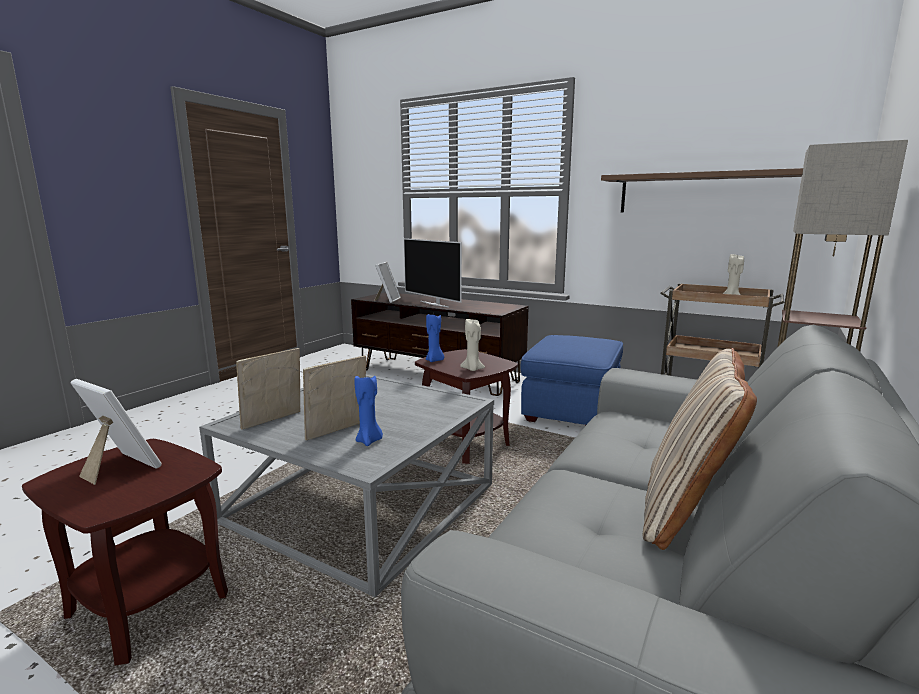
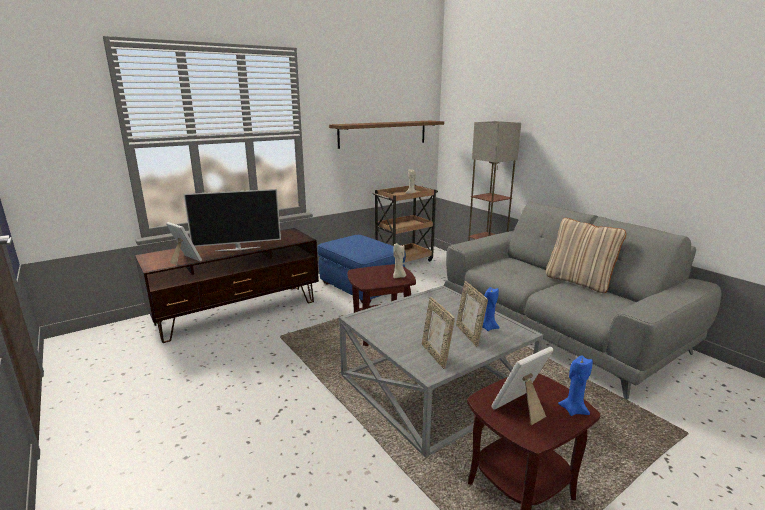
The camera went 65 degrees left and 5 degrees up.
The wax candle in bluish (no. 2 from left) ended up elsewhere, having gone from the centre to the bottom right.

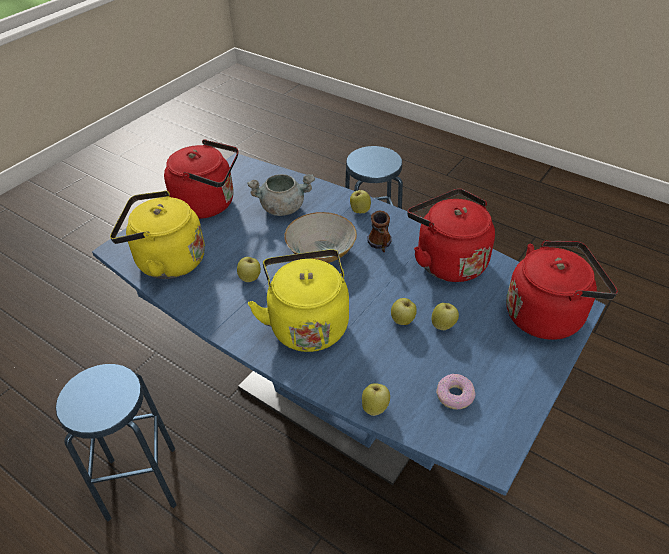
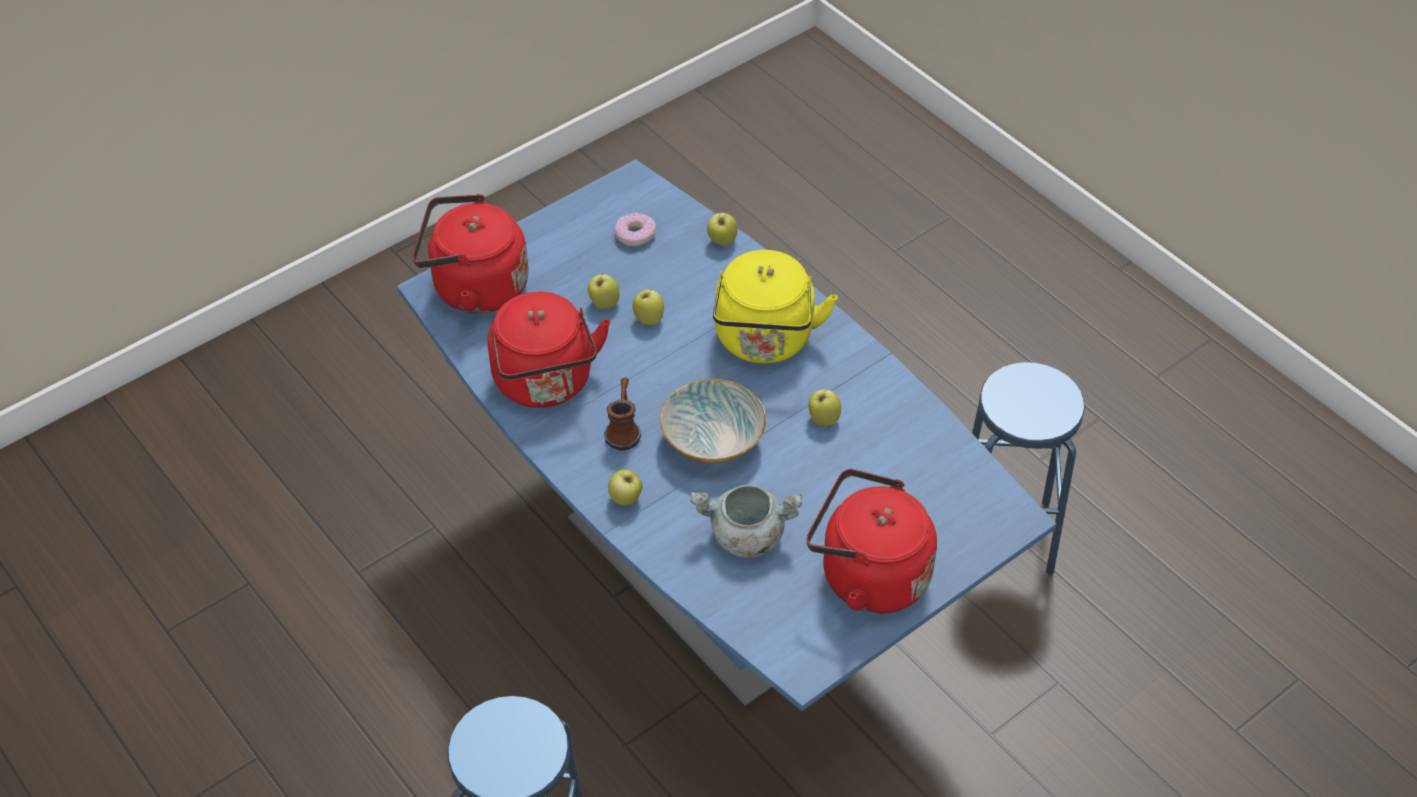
The camera went 165 degrees left and 5 degrees up.
The second view lost the water kettle in yellow (no. 1 from left) at the middle left.

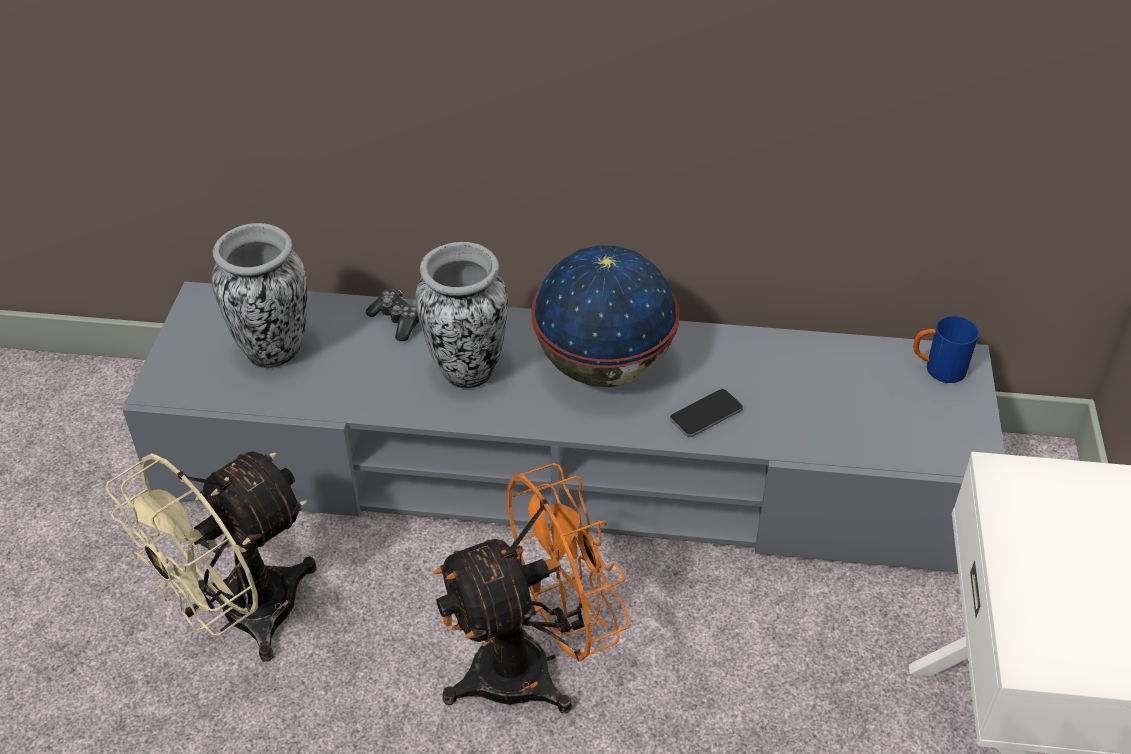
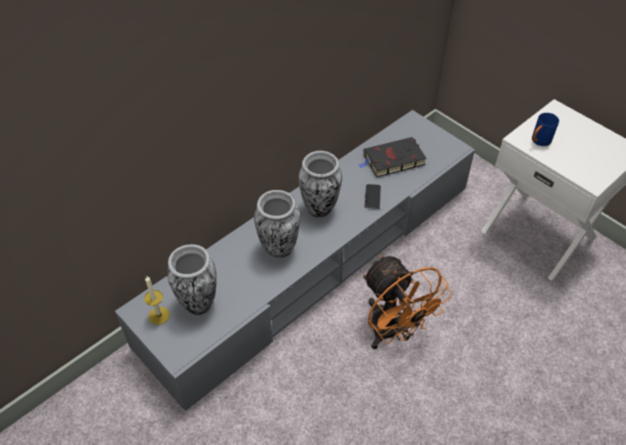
The camera went 50 degrees left and 5 degrees up.
The second view lost the electric fan in beige at the bottom left.
The second view lost the joypad at the centre.
The second view gained the wax candle at the bottom left.
The second view gained the book in blackish at the centre.
The coffee mug in bluish ended up elsewhere, having gone from the middle right to the top right.
Where the world globe stood at the centre, the decorative vase (no. 3 from left) came to stand at the centre.
The electric fan in orangey at the bottom centre ended up facing another way, 135 degrees clockwise from before.

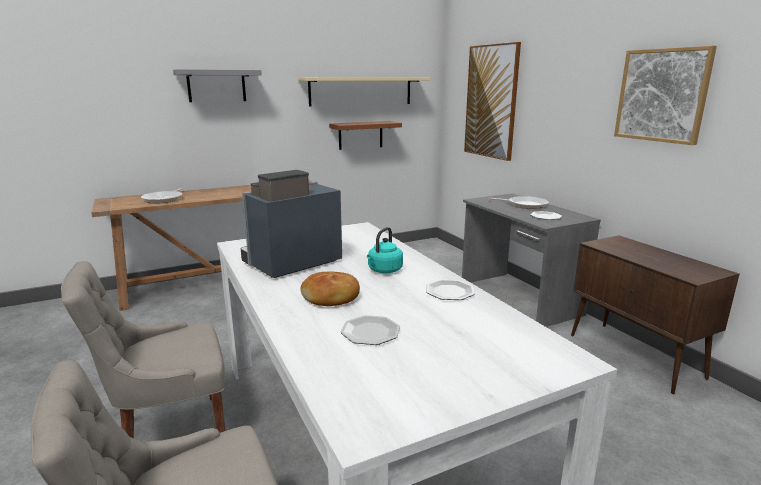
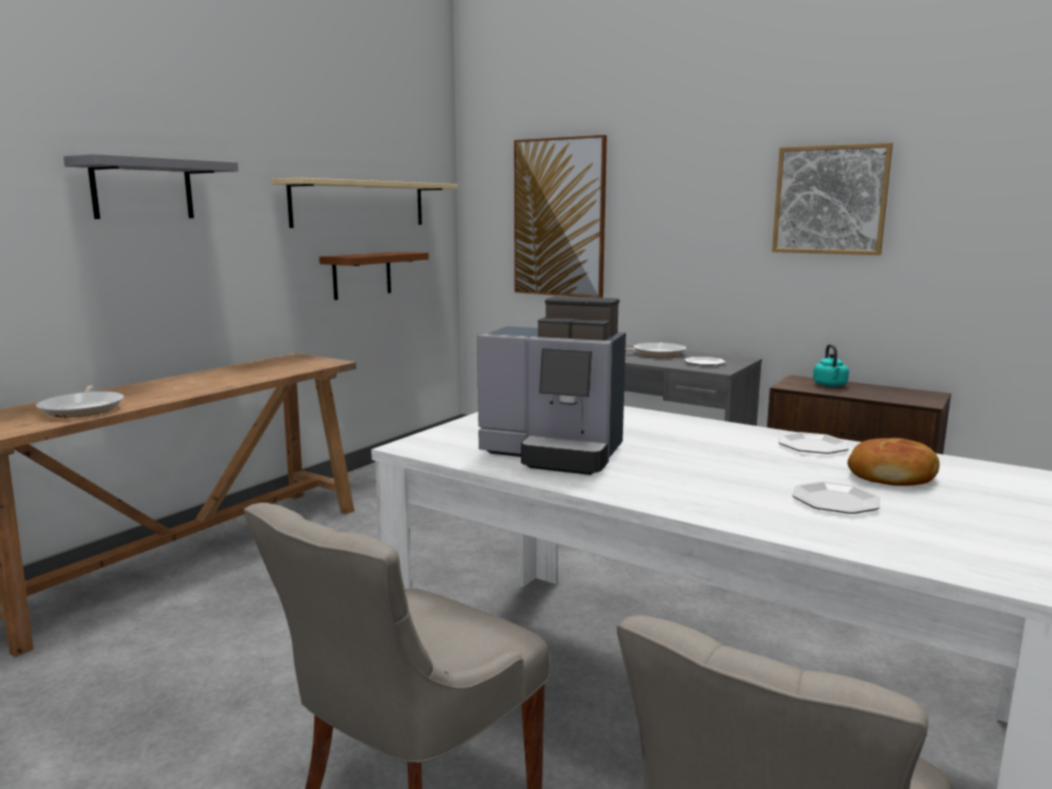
The camera went 30 degrees left and 5 degrees down.
The baked bread ended up elsewhere, having gone from the centre to the middle right.
The water kettle in turquoise-coloured ended up elsewhere, having gone from the centre to the middle right.
The coffee maker at the centre ended up facing another way, 90 degrees counterclockwise from before.

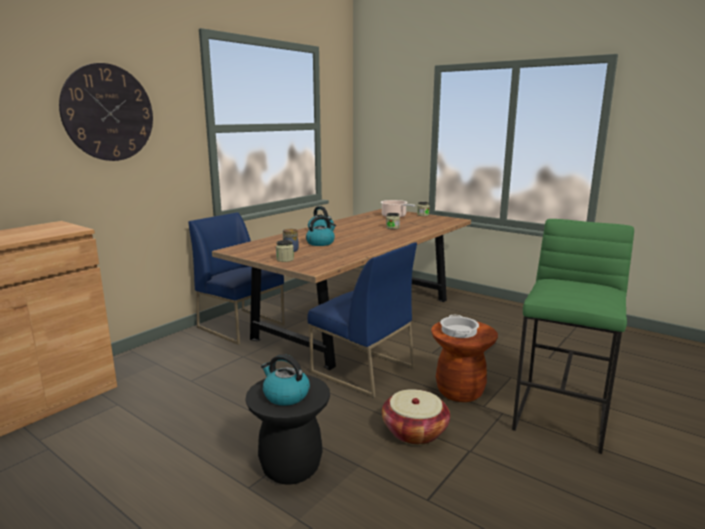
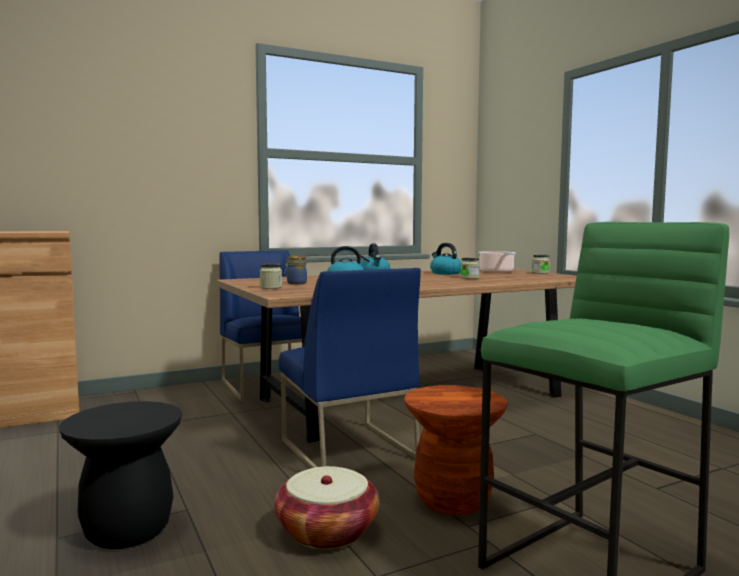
The camera went 25 degrees right and 10 degrees down.
The second view lost the clock on the wall at the top left.
The second view lost the saucepot (no. 2 from left) at the centre.
The water kettle (no. 1 from left in the first image) ended up elsewhere, having gone from the bottom centre to the centre.

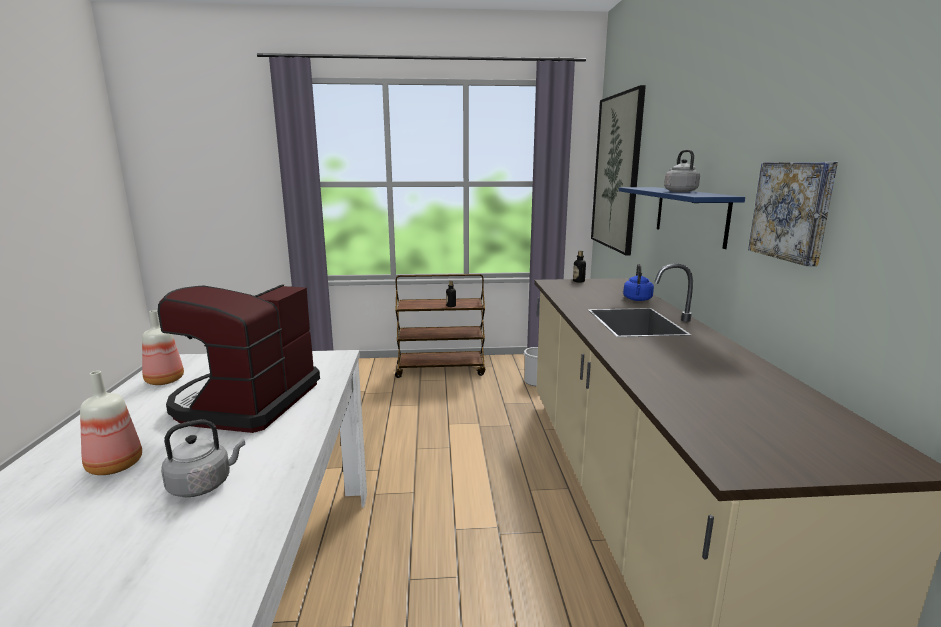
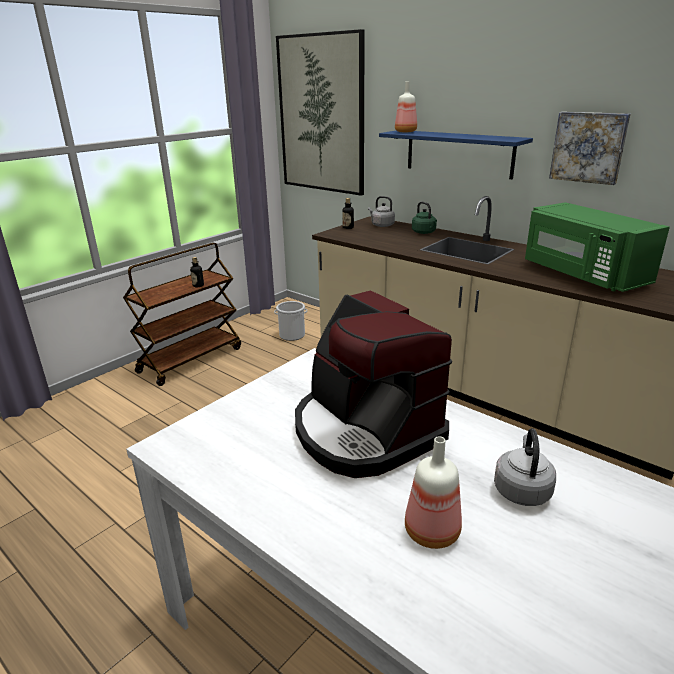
The camera went 45 degrees left and 10 degrees up.
The second view gained the kitchen microwave in greenish at the middle right.
The beverage bottle (no. 2 from left in the first image) ended up elsewhere, having gone from the middle left to the top centre.
The water kettle in gray (no. 2 from left in the first image) ended up elsewhere, having gone from the top right to the top centre.
What was the water kettle in bluish at the middle right turned into the water kettle in greenish at the top centre.

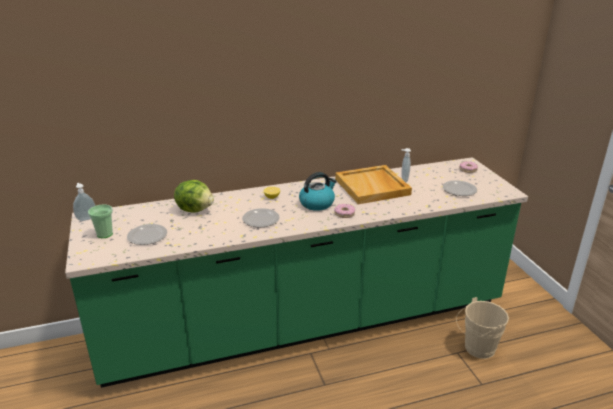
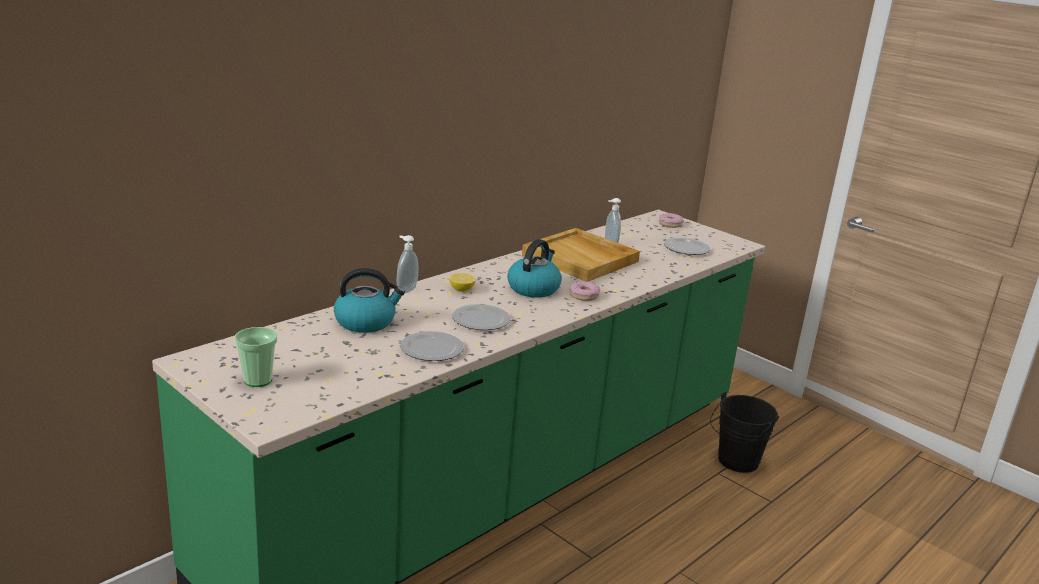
The camera went 30 degrees left and 5 degrees down.
The soap dispenser (no. 1 from left) ended up elsewhere, having gone from the middle left to the centre.
The plate (no. 1 from left) ended up elsewhere, having gone from the middle left to the centre.
Where the lettuce head stood at the middle left, the water kettle (no. 1 from left) came to stand at the centre.
What was the bucket in beige at the bottom right turned into the bucket in blackish at the bottom right.

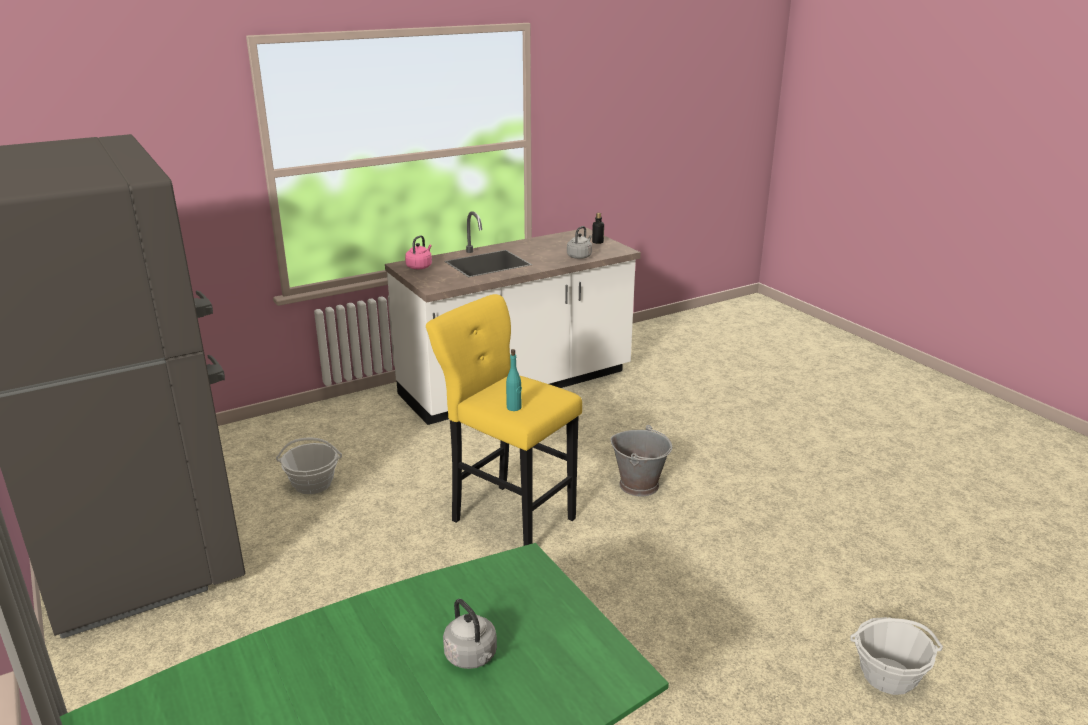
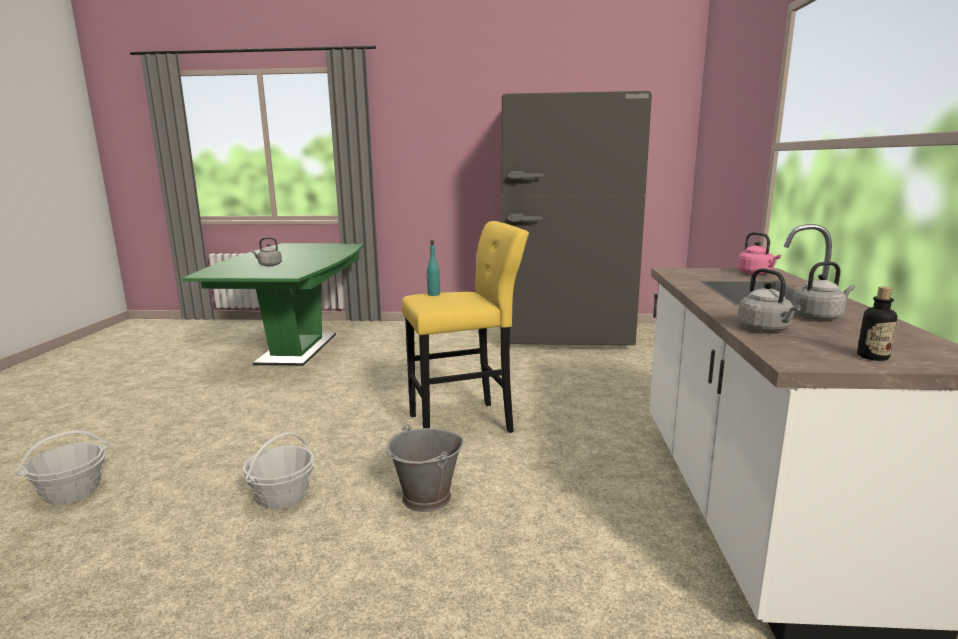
The camera went 125 degrees right and 10 degrees down.
The second view gained the water kettle in gray (no. 3 from left) at the middle right.
The household basket (no. 1 from left in the first image) ended up elsewhere, having gone from the middle left to the bottom left.

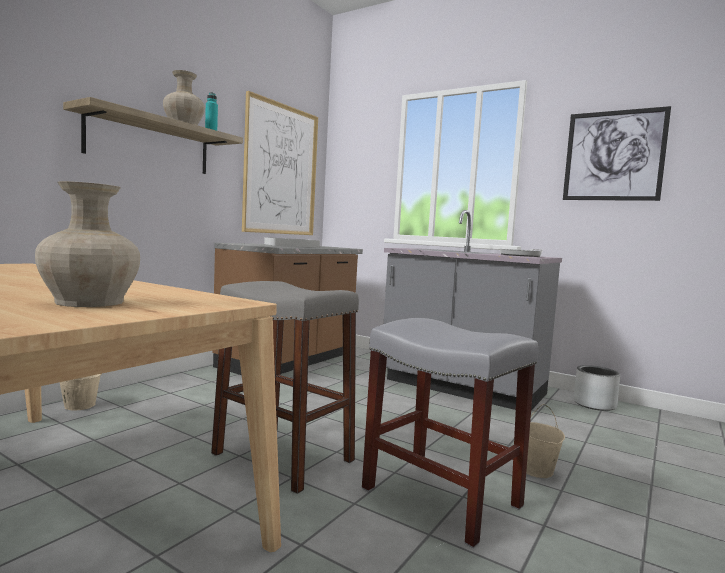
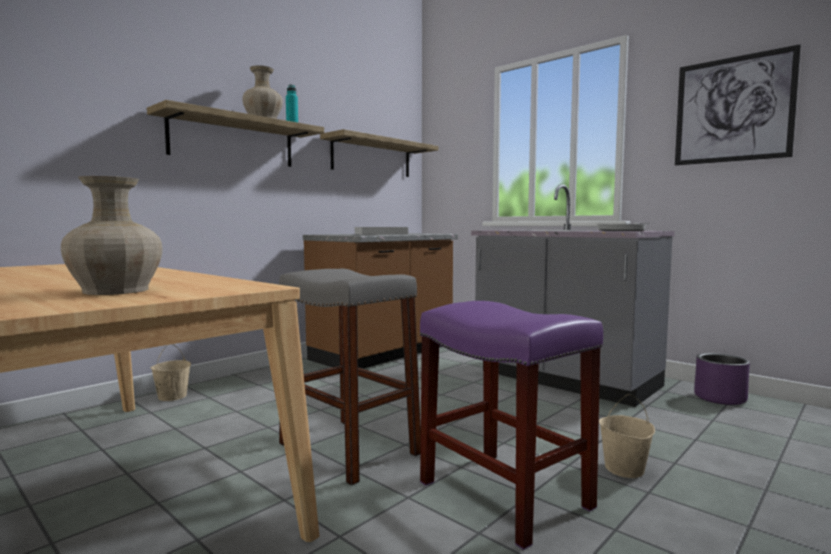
The camera went 10 degrees right and 0 degrees up.
Where the picture (no. 1 from left) hung at the top centre, the wall shelf (no. 2 from left) came to hang at the top centre.
What was the sitting stool in gray (no. 2 from left) at the bottom centre turned into the sitting stool in purple at the bottom centre.
What was the planter in gray at the bottom right turned into the planter in purple at the bottom right.

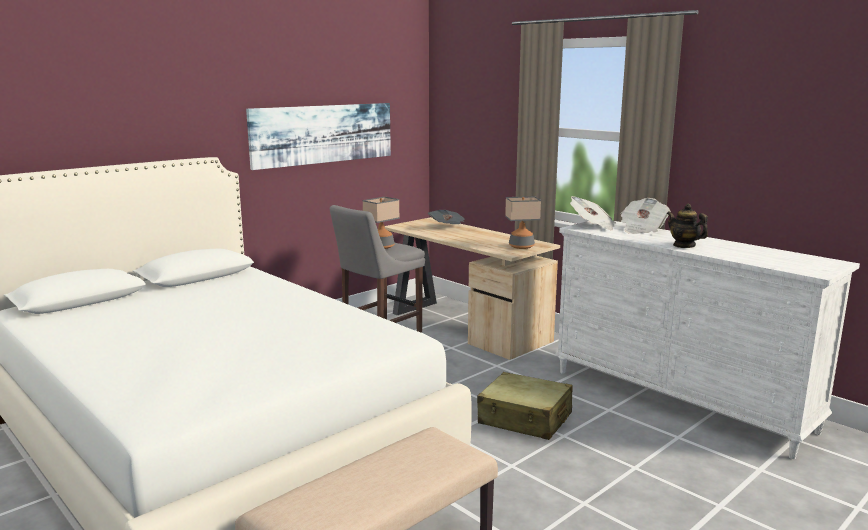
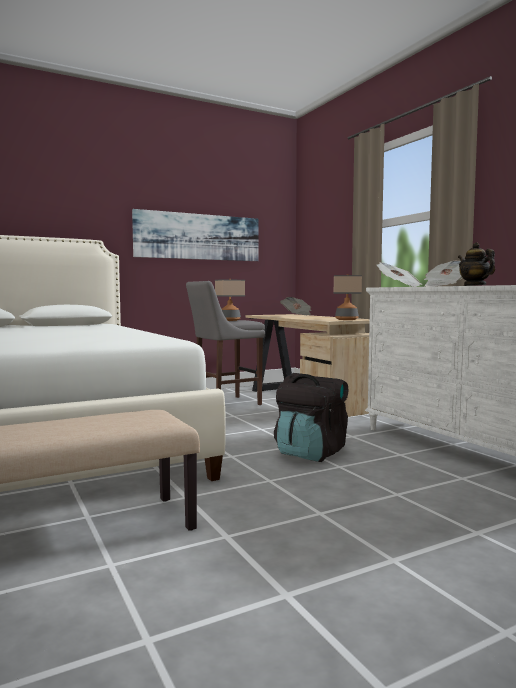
The camera went 15 degrees right and 10 degrees down.
Where the suitcase in beige stood at the bottom centre, the backpack in blackish came to stand at the centre.

